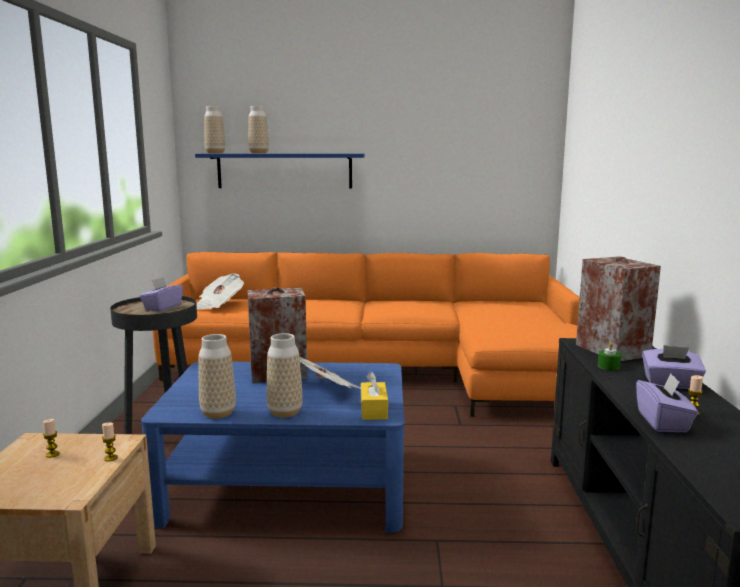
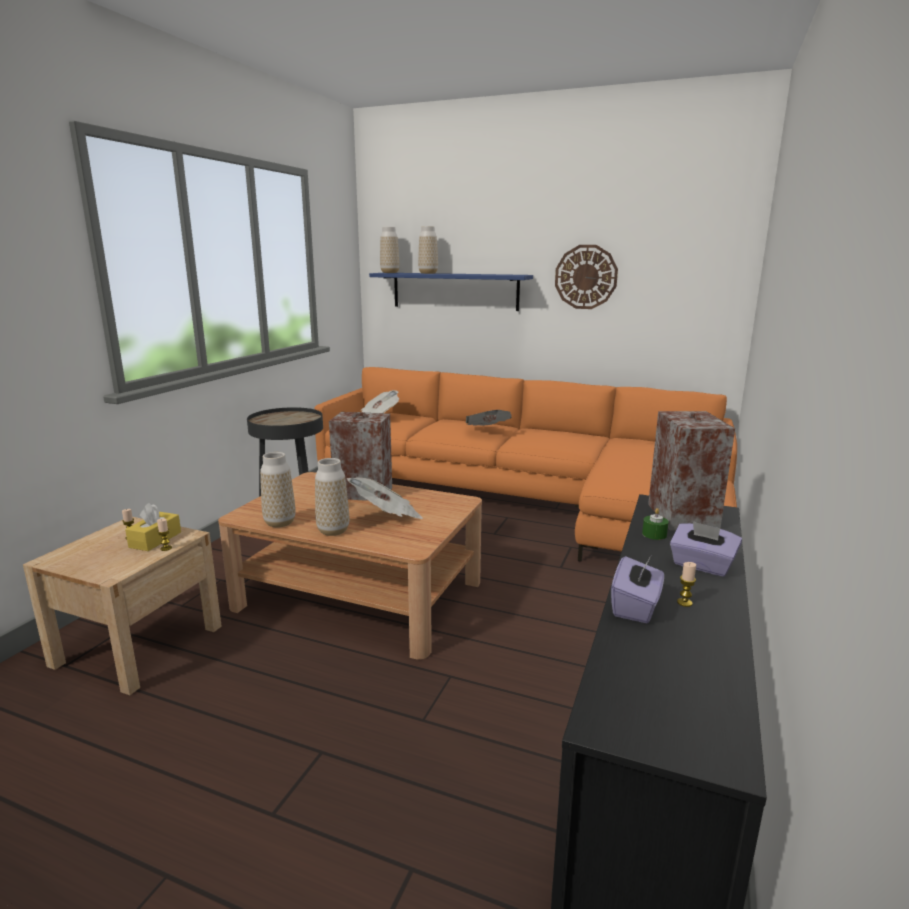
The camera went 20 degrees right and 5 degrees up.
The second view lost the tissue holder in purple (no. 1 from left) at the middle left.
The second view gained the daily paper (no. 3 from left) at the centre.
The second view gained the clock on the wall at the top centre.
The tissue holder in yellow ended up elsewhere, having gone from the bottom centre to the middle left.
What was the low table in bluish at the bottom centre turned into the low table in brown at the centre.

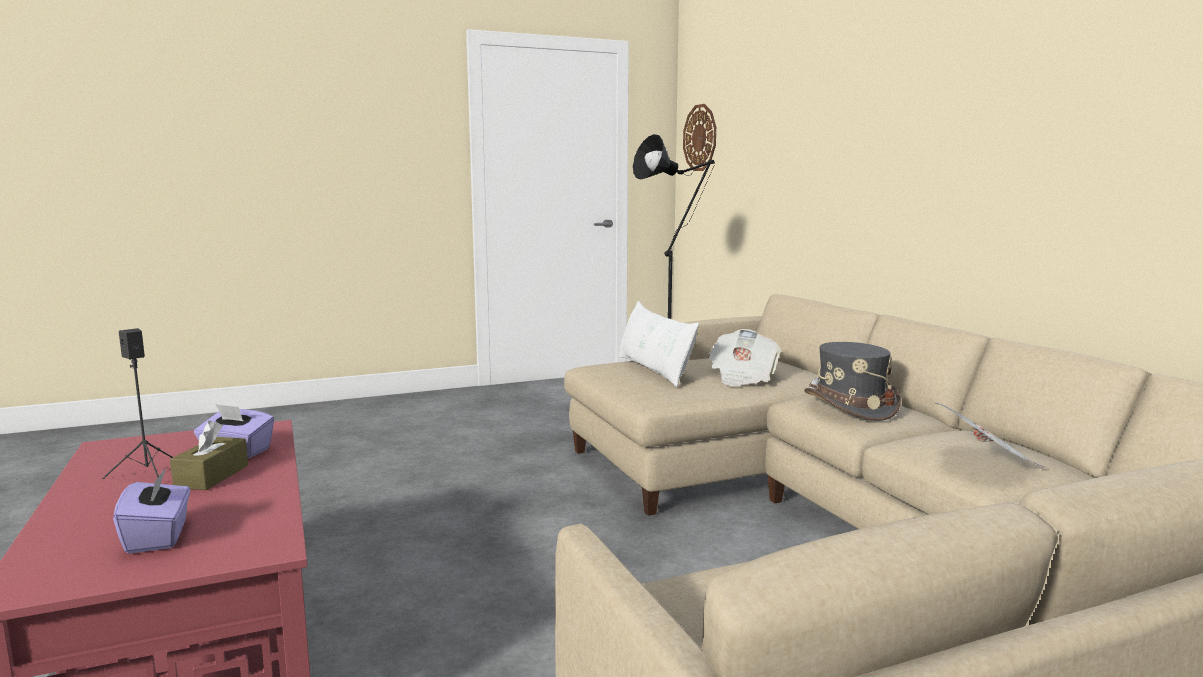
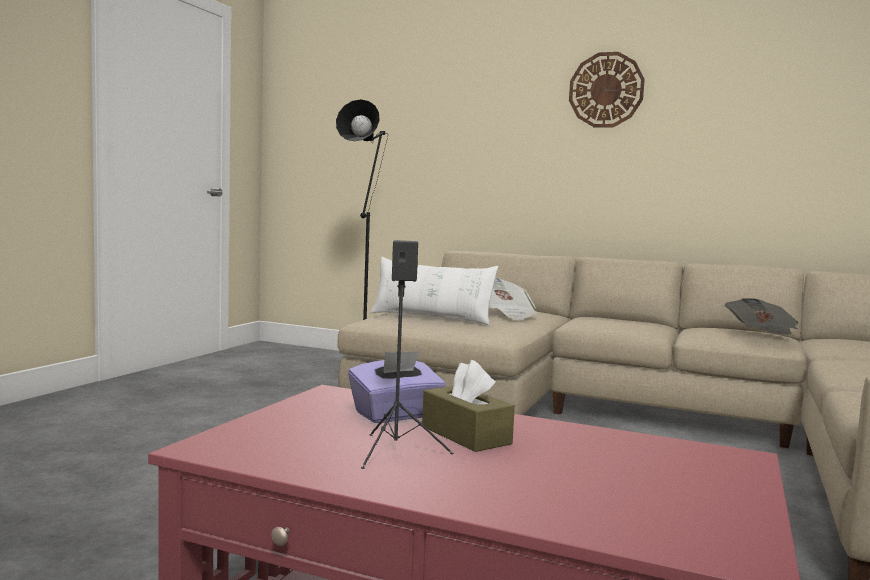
The camera went 45 degrees left and 5 degrees down.
The second view lost the tissue holder in purple (no. 1 from left) at the bottom left.
The second view lost the clothing hat in gray at the middle right.
The clock on the wall ended up elsewhere, having gone from the top centre to the top right.

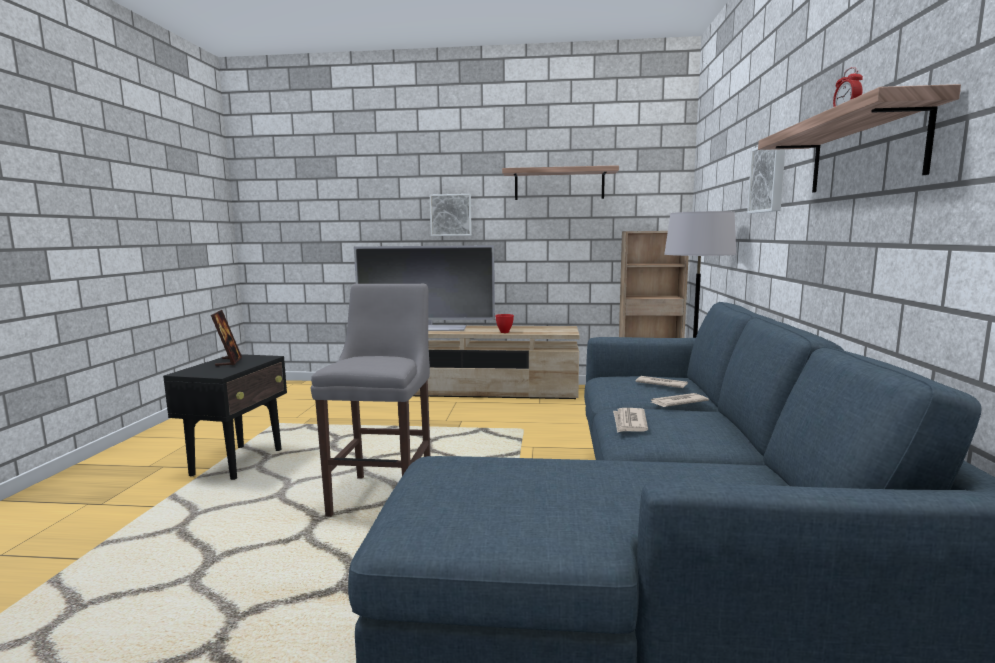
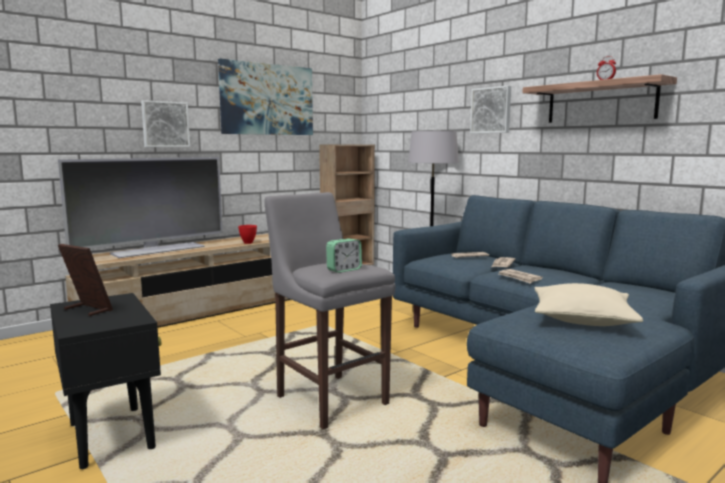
The camera went 45 degrees left and 0 degrees up.
The second view gained the bedside clock (no. 1 from left) at the centre.
The second view gained the cushion in beige at the middle right.
Where the wall shelf (no. 1 from left) hung at the top centre, the picture (no. 2 from left) came to hang at the top centre.

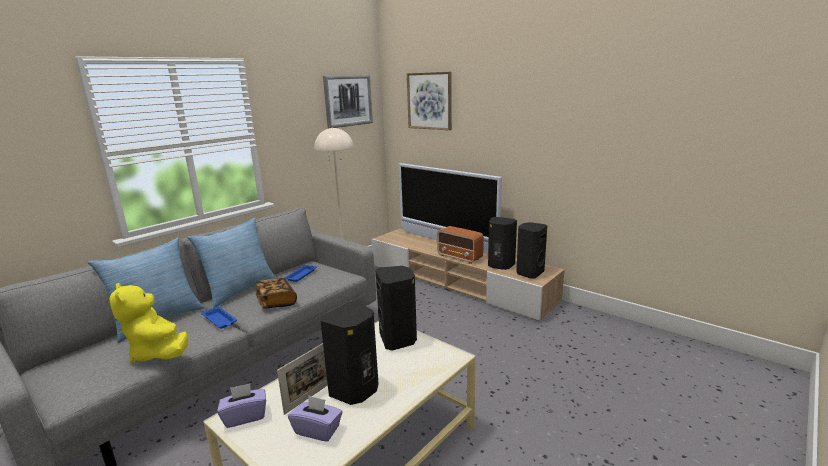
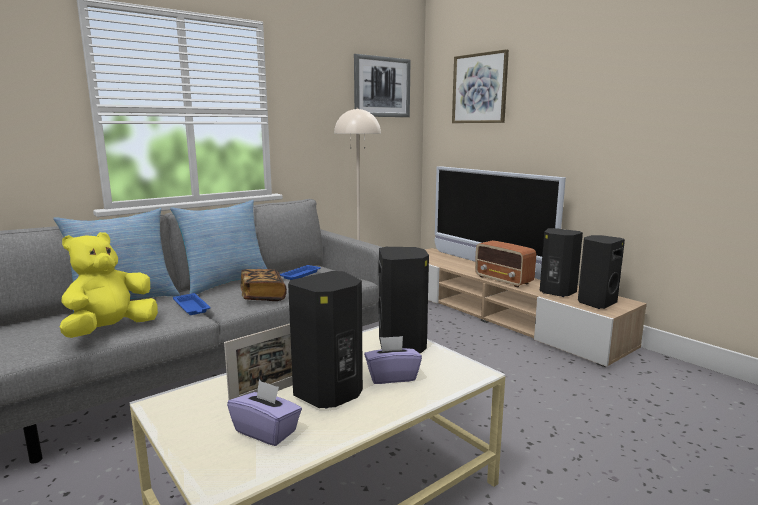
The camera went 10 degrees right and 5 degrees down.
The tissue holder in purple (no. 1 from left in the first image) ended up elsewhere, having gone from the bottom left to the bottom centre.
The plush toy in yellow at the bottom left ended up facing another way, 60 degrees clockwise from before.

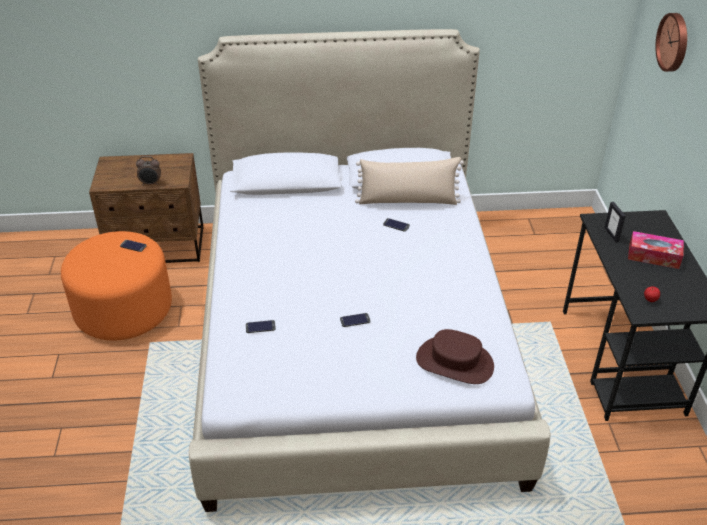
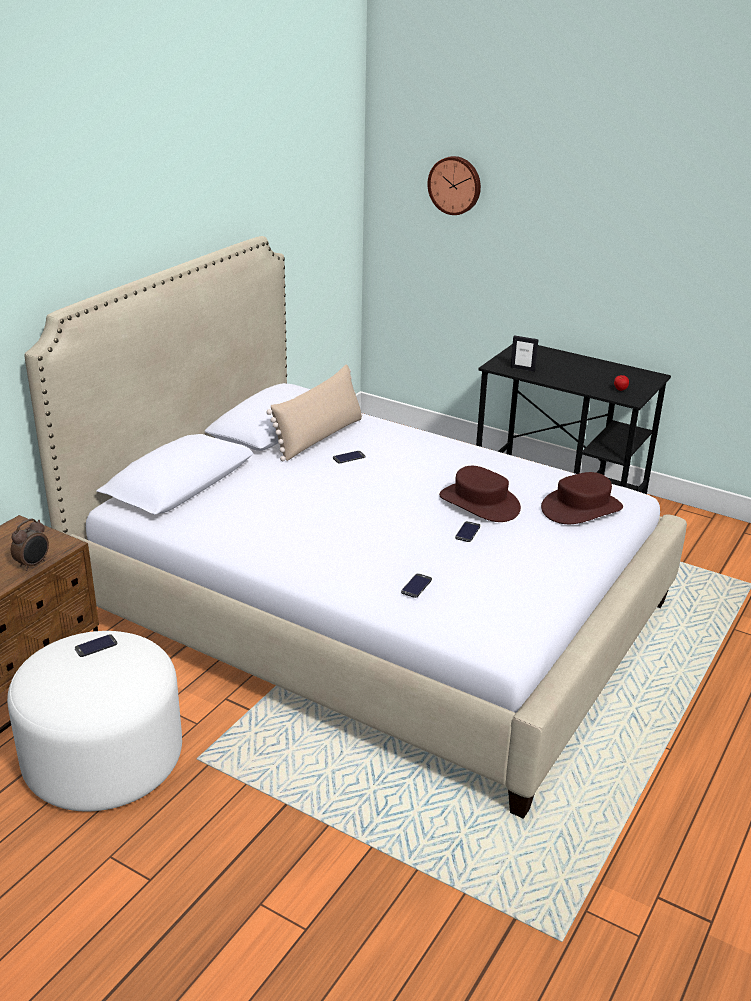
The camera went 55 degrees left and 10 degrees down.
The second view lost the tissue holder at the middle right.
The second view gained the clothing hat in brown (no. 1 from left) at the centre.
What was the footrest in orangey at the middle left turned into the footrest in white at the bottom left.

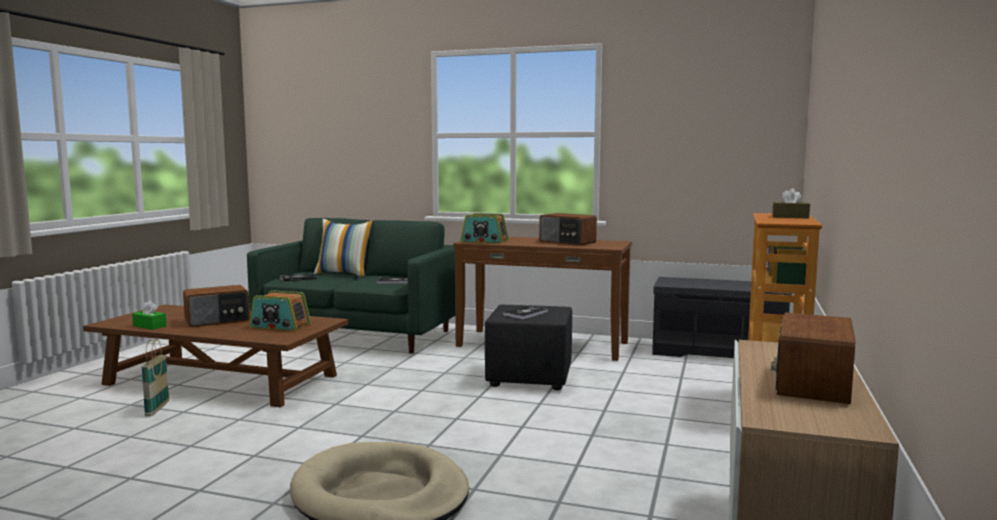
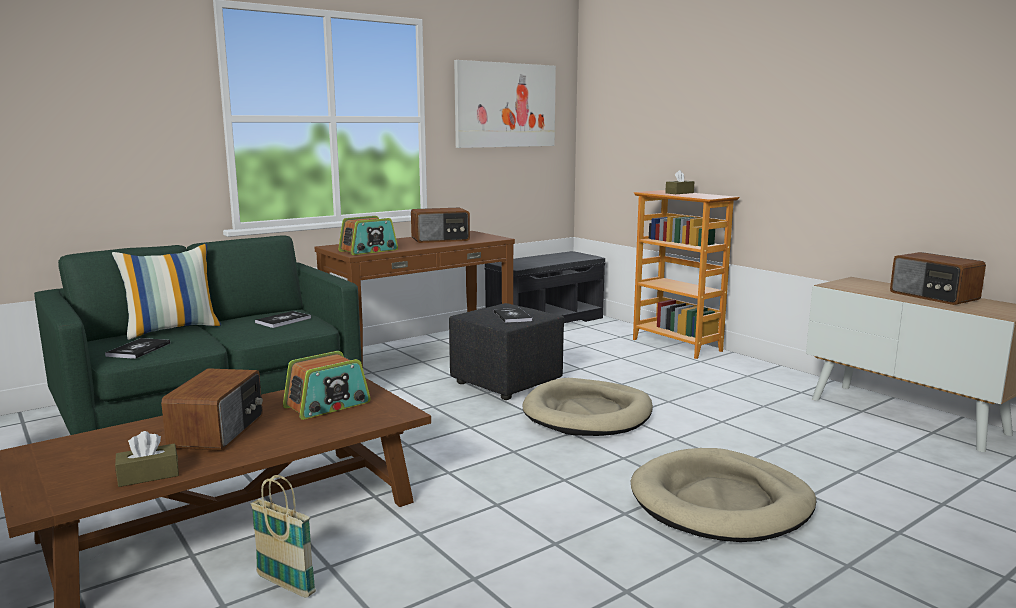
The camera went 55 degrees left and 5 degrees up.
The second view gained the picture at the top centre.
The second view gained the dog cushion in beige (no. 1 from left) at the bottom centre.
What was the tissue holder in greenish at the middle left turned into the tissue holder in brown (no. 1 from left) at the bottom left.

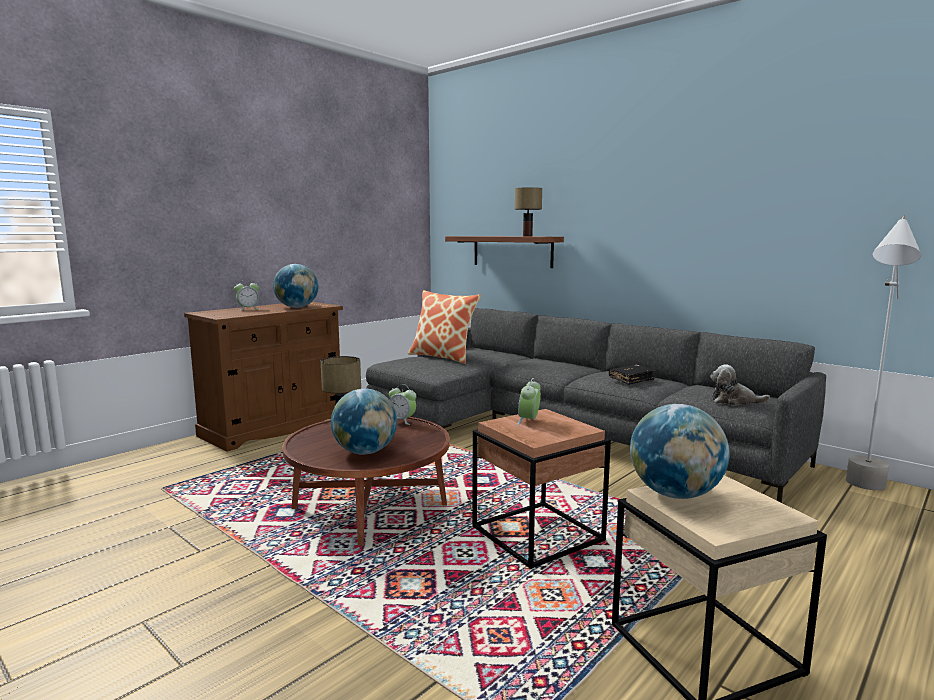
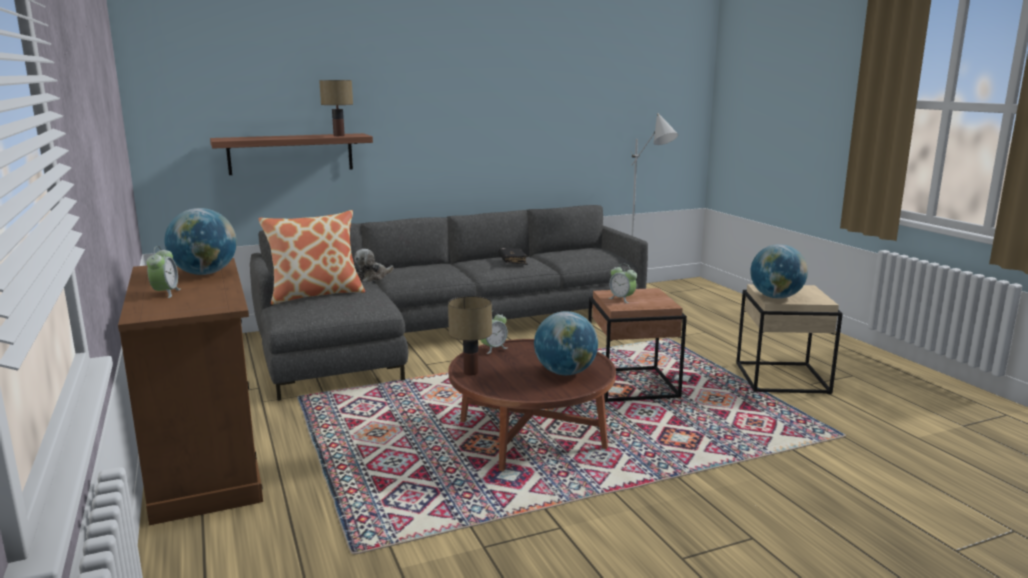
The camera went 65 degrees left and 5 degrees up.
The plush toy ended up elsewhere, having gone from the middle right to the centre.

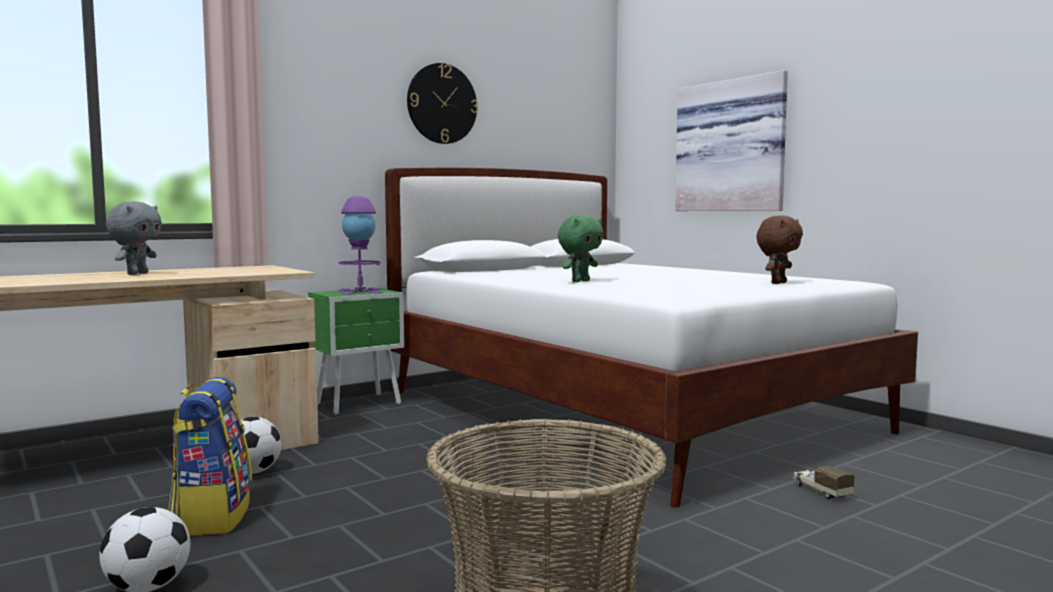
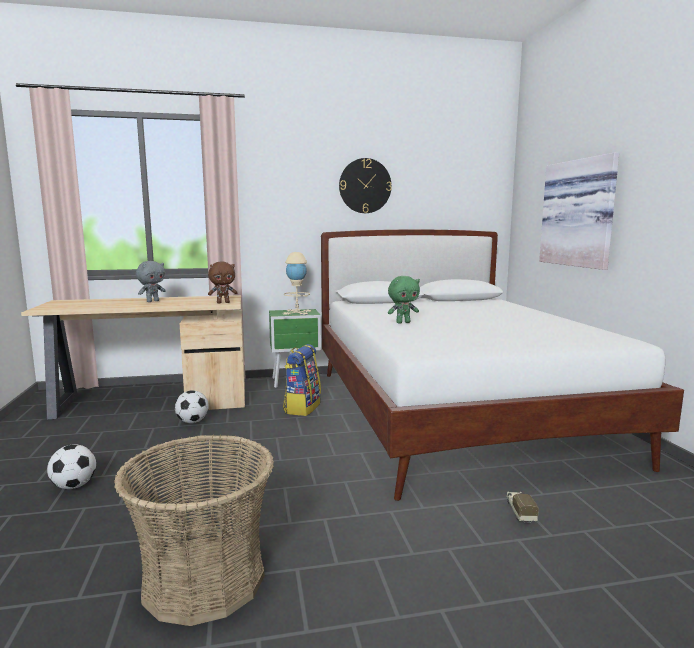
The camera went 25 degrees right and 5 degrees up.
The backpack ended up elsewhere, having gone from the bottom left to the centre.
The plush toy in brown ended up elsewhere, having gone from the middle right to the middle left.
What was the tabletop lamp in purple at the centre turned into the tabletop lamp in beige at the centre.

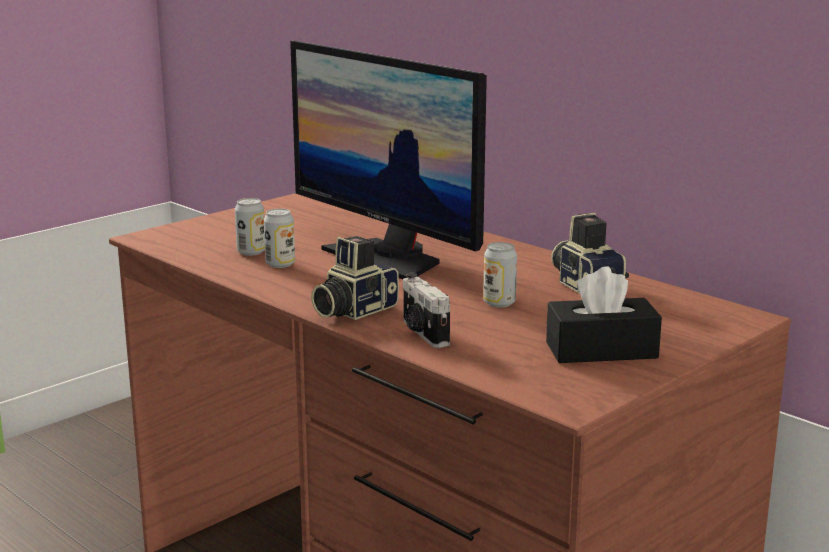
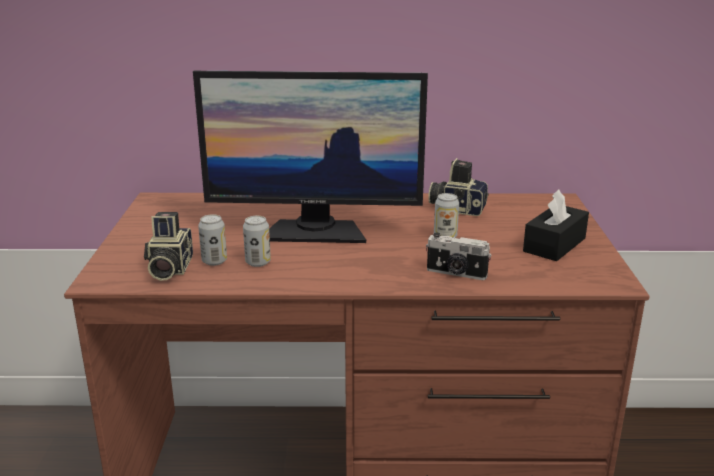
The camera went 45 degrees left and 5 degrees up.
The still camera (no. 1 from left) ended up elsewhere, having gone from the centre to the middle left.

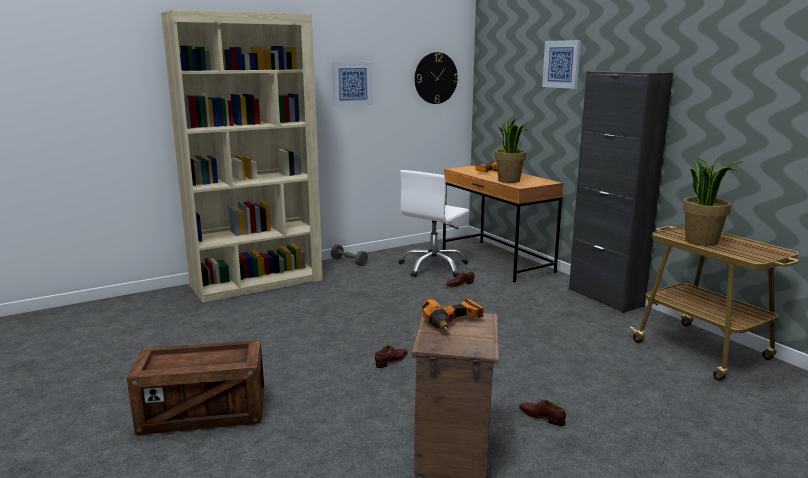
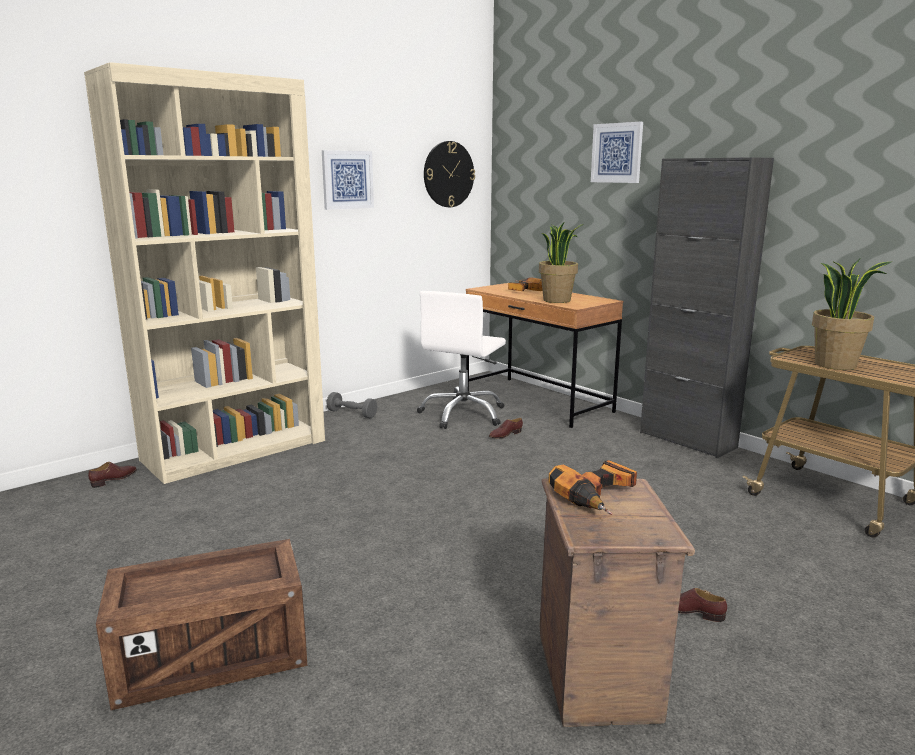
The camera went 10 degrees left and 0 degrees up.
The item of footwear in brown (no. 1 from left) ended up elsewhere, having gone from the bottom centre to the middle left.

